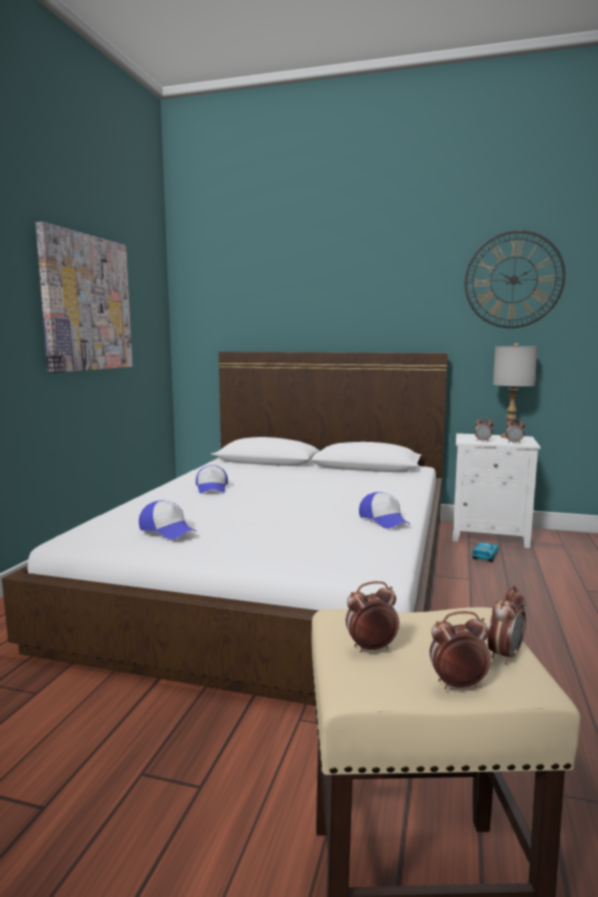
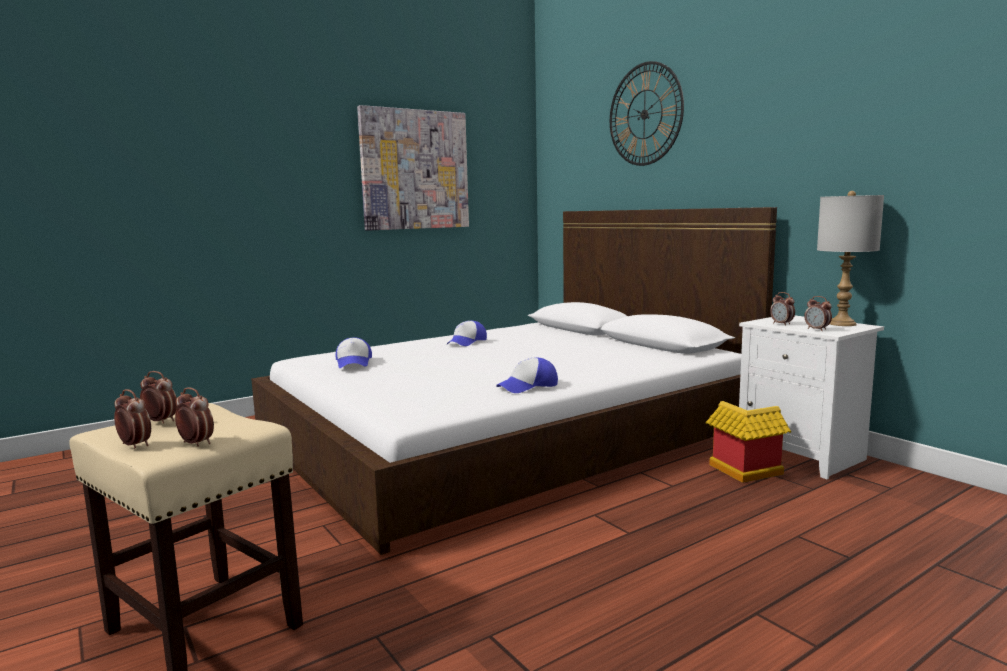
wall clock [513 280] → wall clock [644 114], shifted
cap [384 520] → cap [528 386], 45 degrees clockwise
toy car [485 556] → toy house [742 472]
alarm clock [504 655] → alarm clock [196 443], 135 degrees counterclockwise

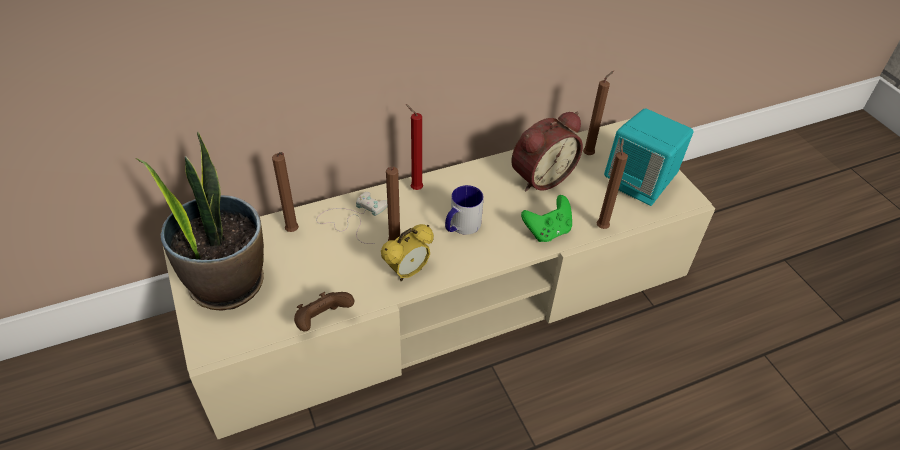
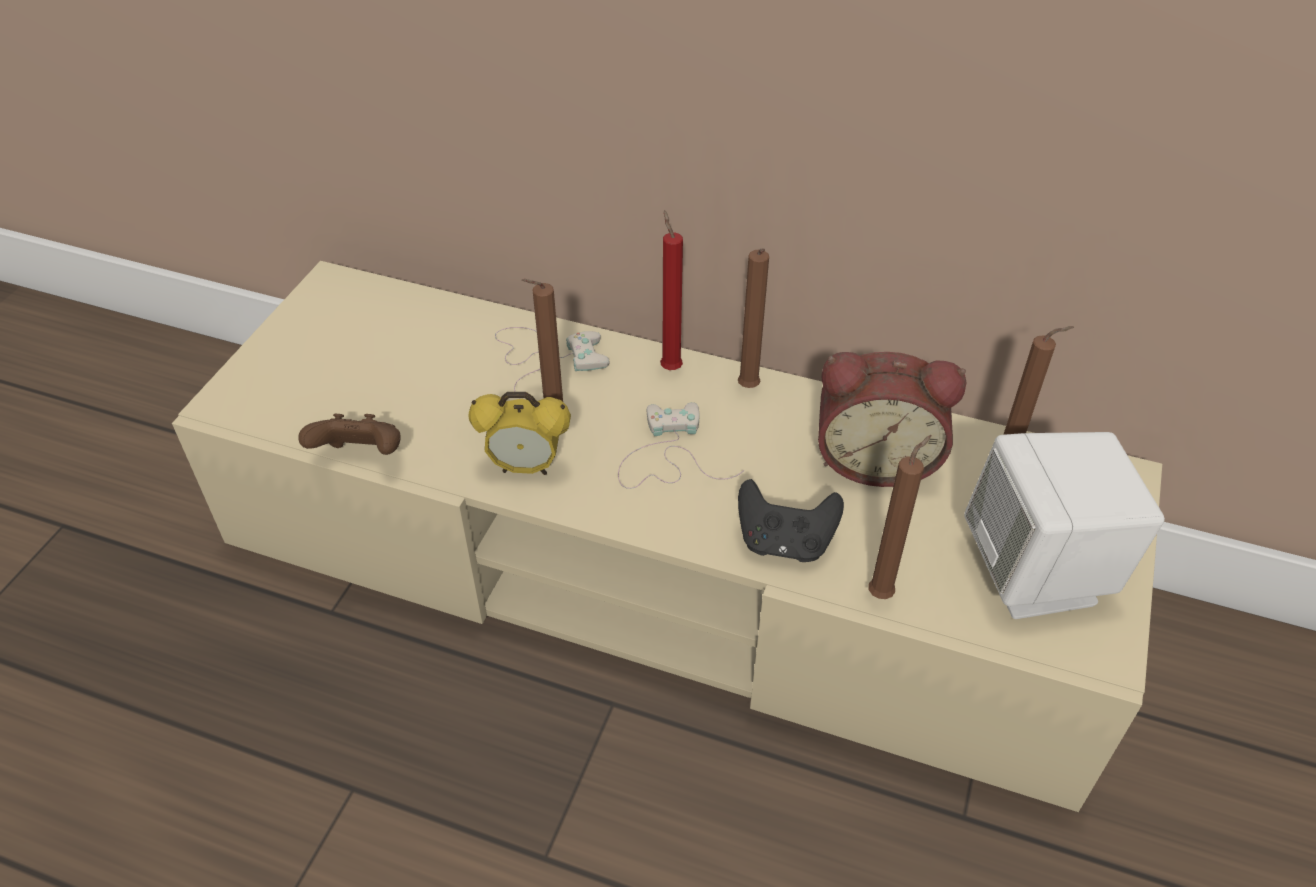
speaker in turquoise [639 184] → speaker in white [1038 573]
potted plant [227 282] → -
candle in brown [293 232] → candle in brown [748 390], shifted
mug [461 226] → game controller in white [668 455]
game controller in green [547 231] → game controller in black [784 542]

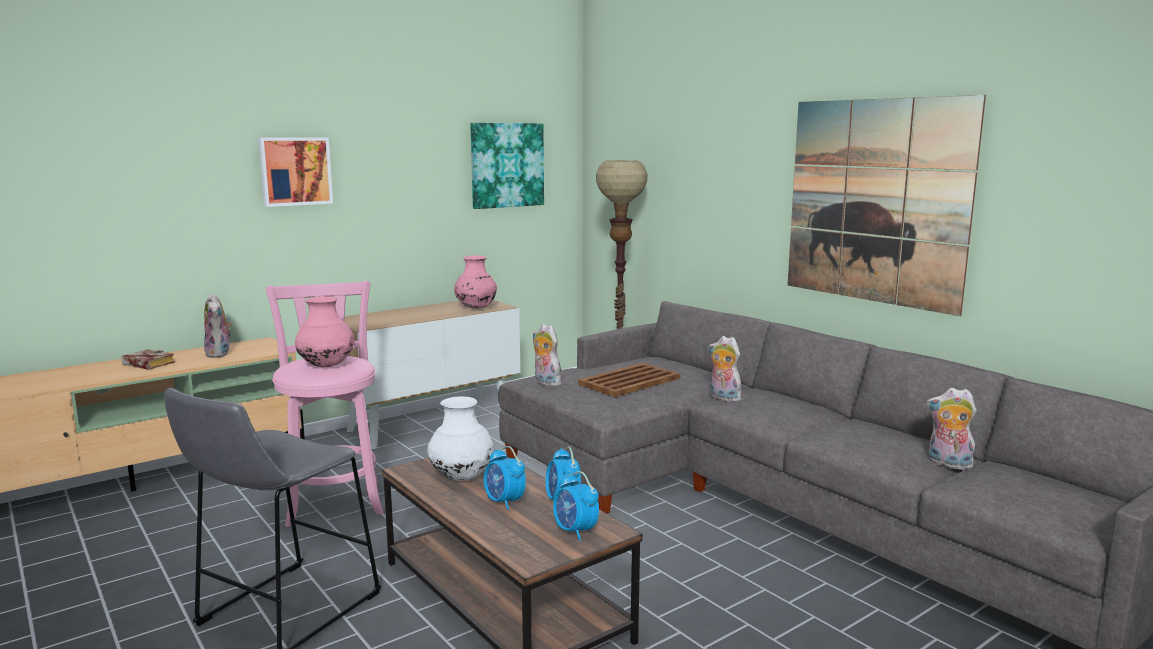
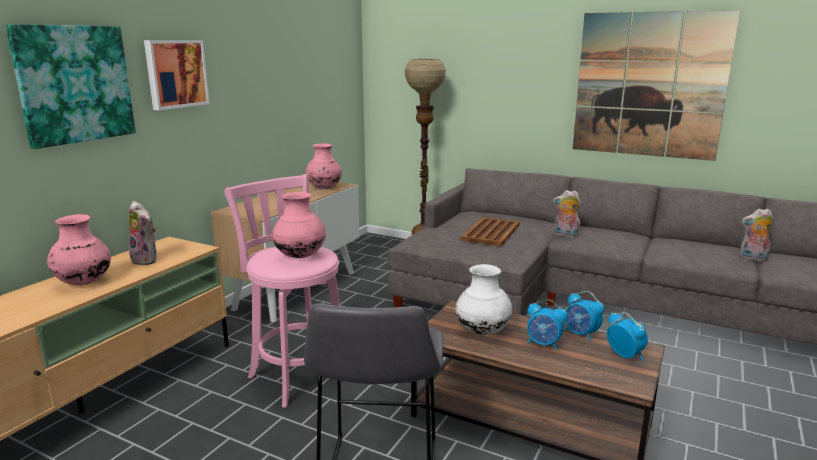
picture [506 165] → picture [74 84], shifted
plush toy [545 383] → -
book [146 364] → vase in pink [83 282]
alarm clock [575 531] → alarm clock [625 355], 150 degrees counterclockwise

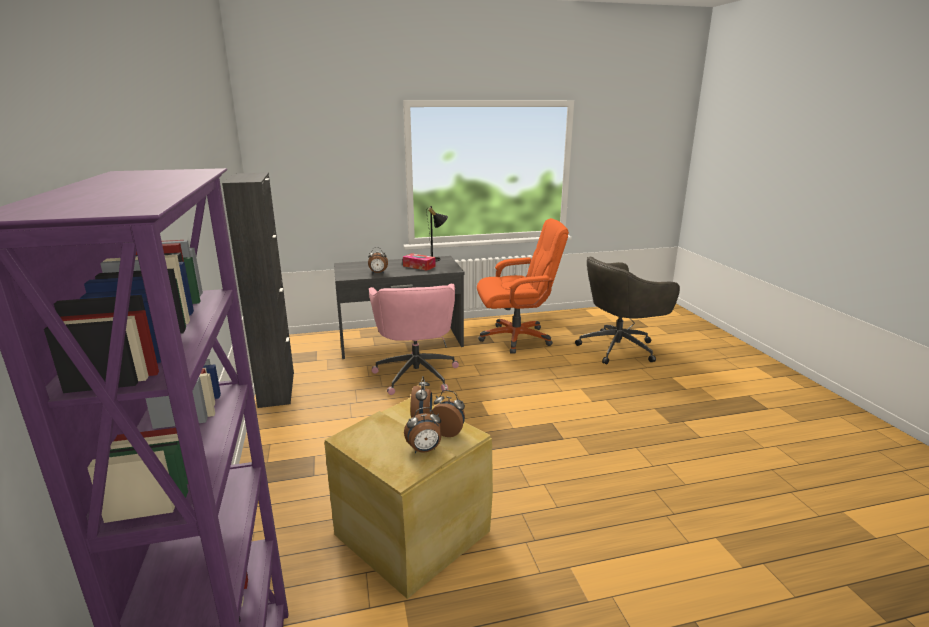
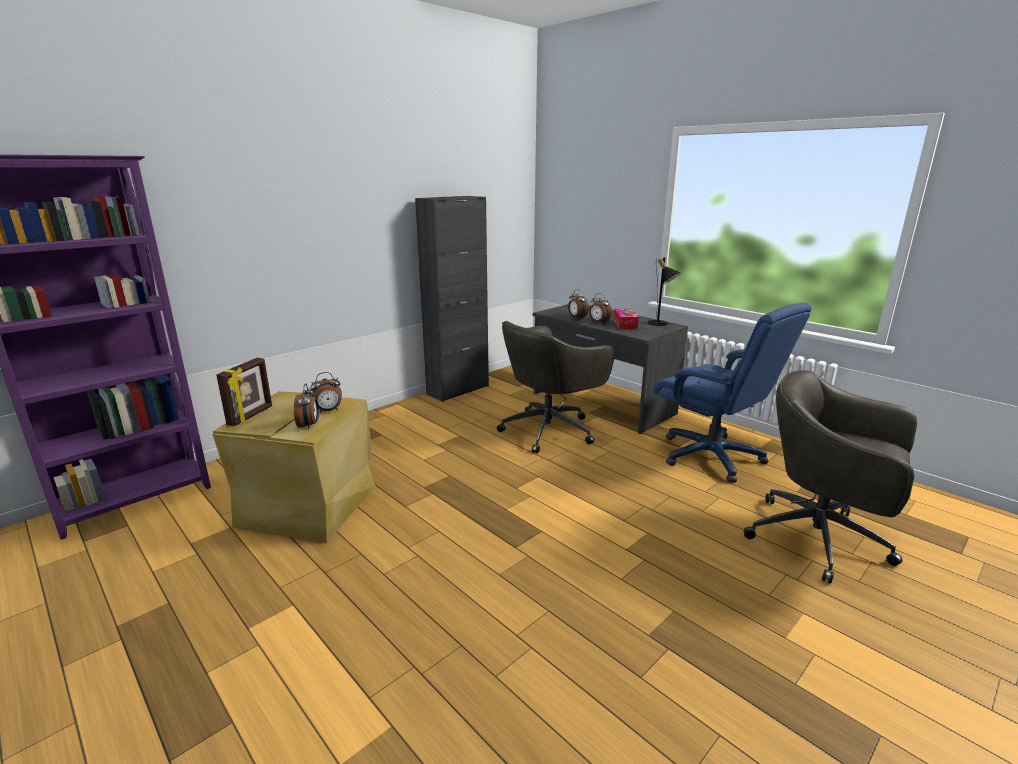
office chair in orange [516 338] → office chair in blue [712 456]
office chair in pink [416 374] → office chair in grey [550 430]
alarm clock [424 450] → alarm clock [598 322], shifted
- → picture frame [251 416]

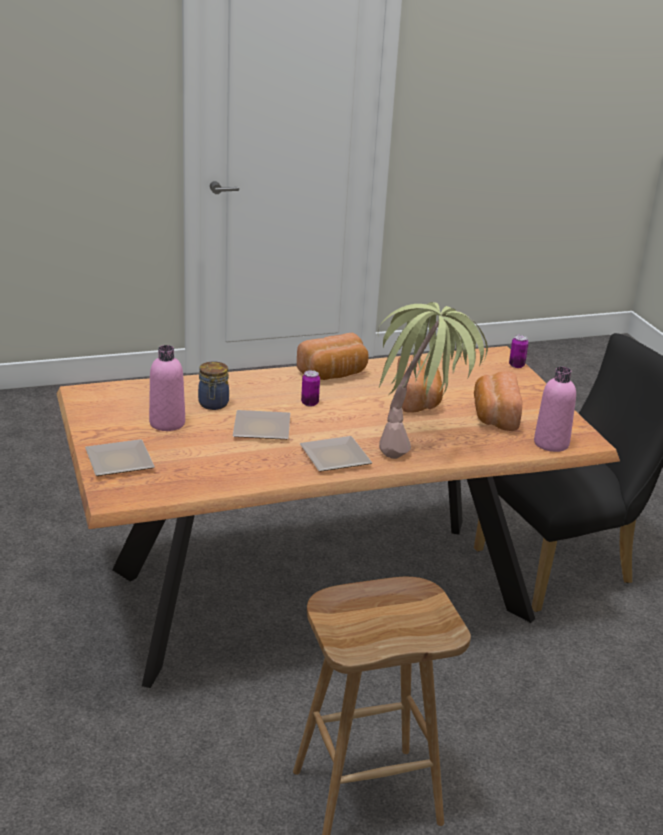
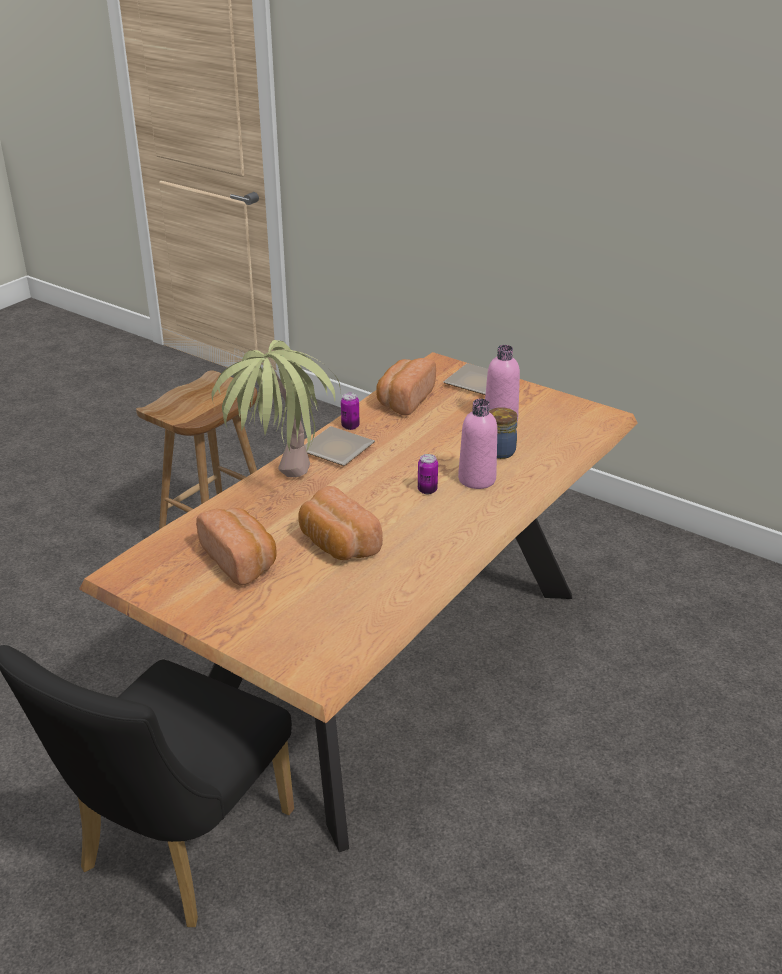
bread [334 374] → bread [404 400], shifted
can [516 365] → can [350 426], shifted
bottle in pink [551 443] → bottle in pink [477 479], shifted
plate [263 429] → -

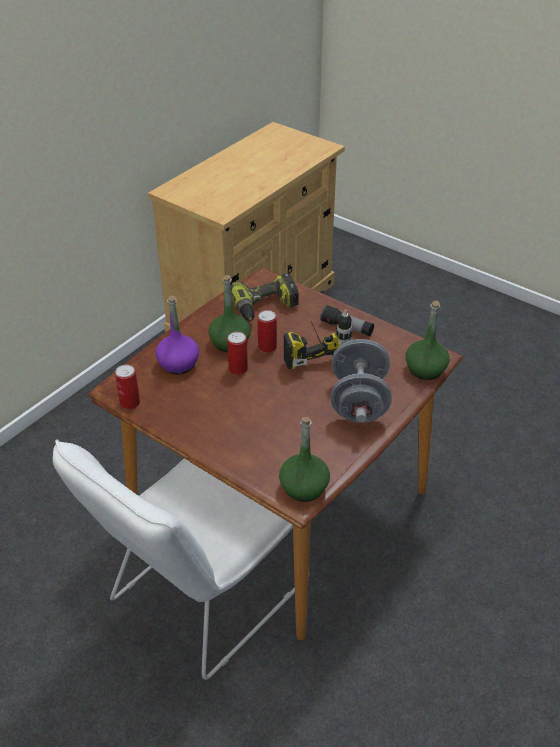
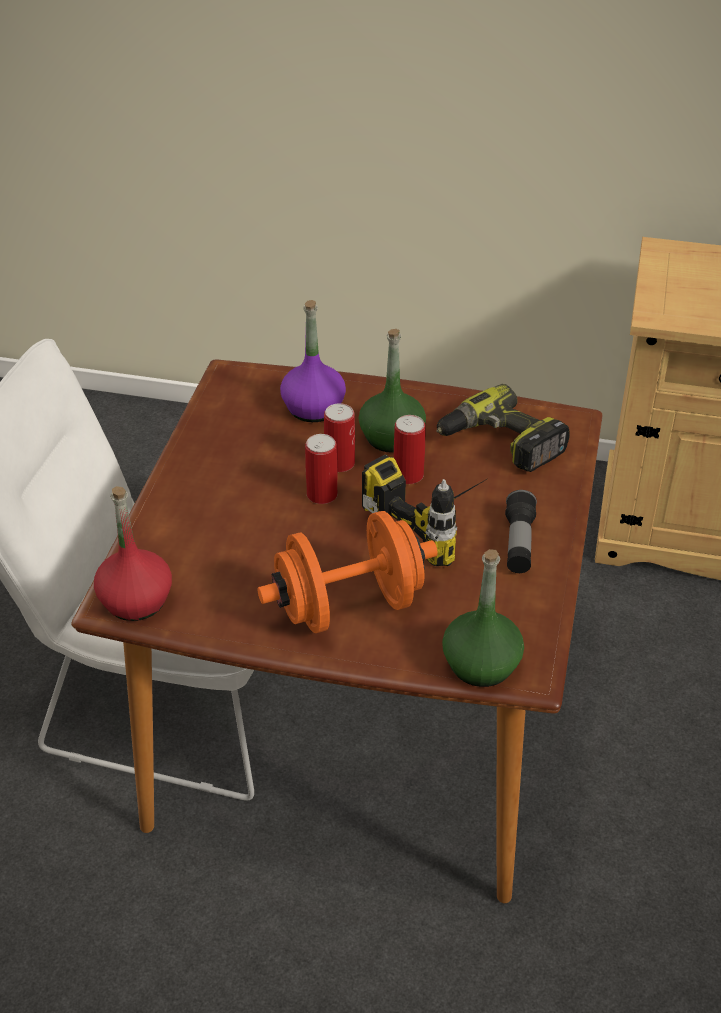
dumbbell in grey [359 401] → dumbbell in orange [349 606]
can [130 403] → can [322 494], shifted
bottle in green [304 487] → bottle in red [136 600]

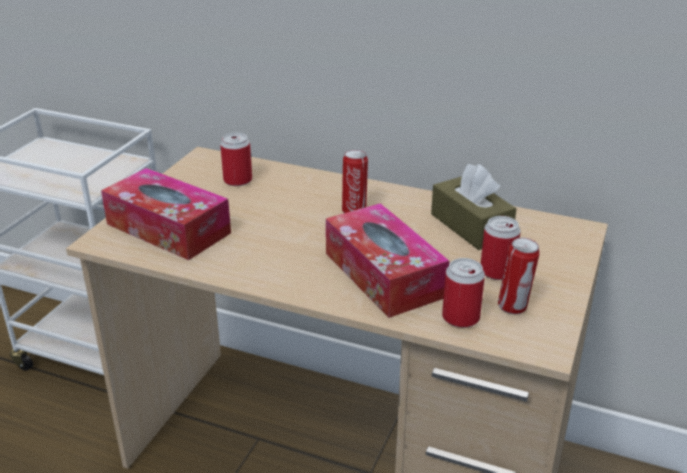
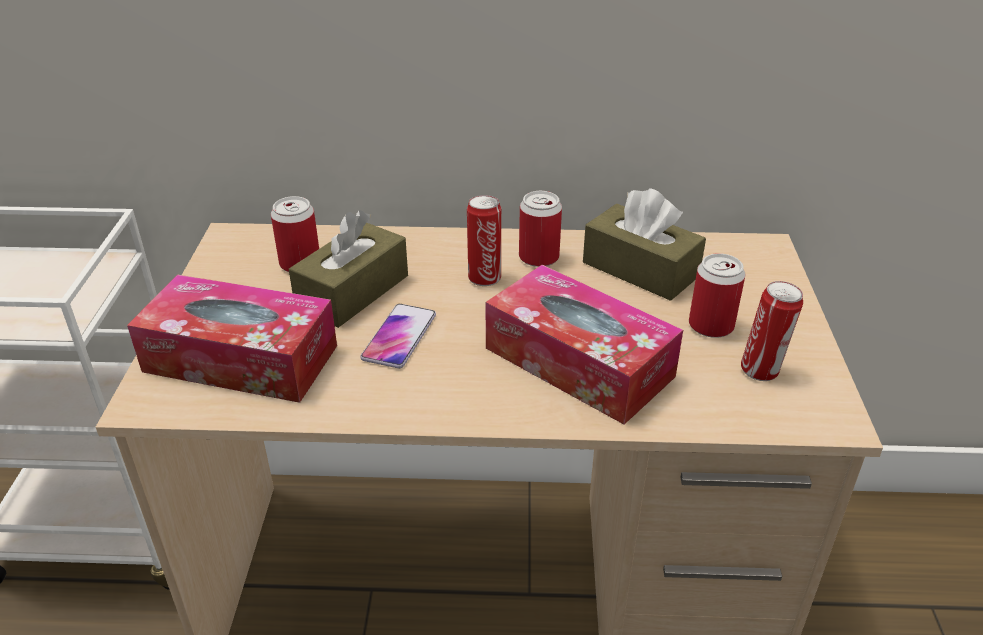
can [460 317] → can [539 257], shifted
- → tissue box in brown [353 292]
- → phone [399 337]

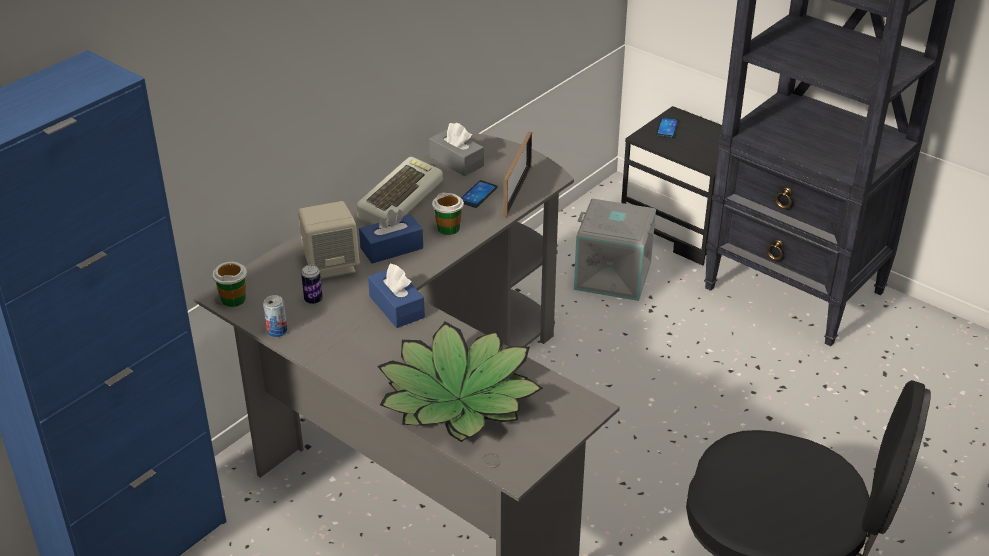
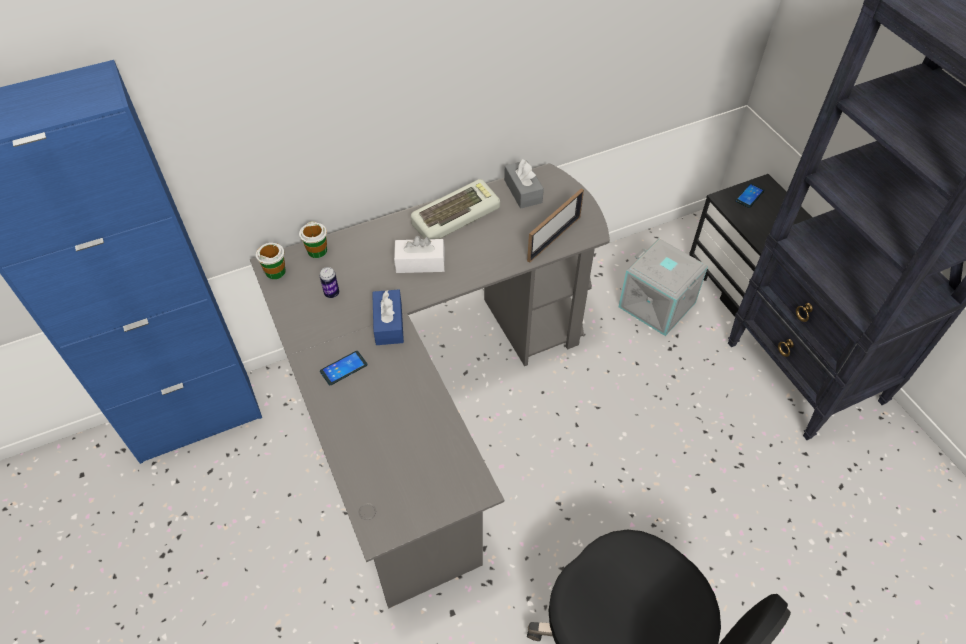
phone [478 194] → phone [343 368], shifted
cup [448 228] → cup [317 251], shifted
speaker in beige [331 265] → -
tissue box in blue [391 248] → tissue box in white [420 263]
can [277 331] → -
potted plant [459 398] → -

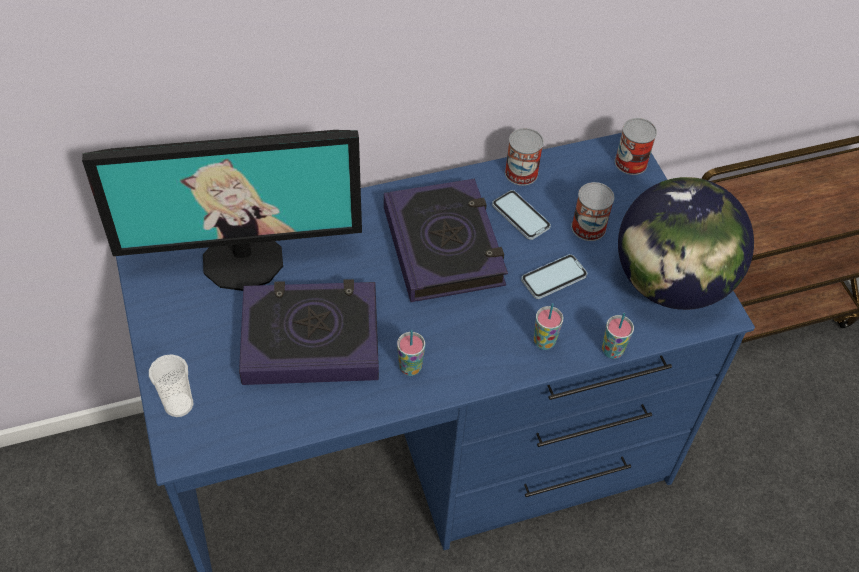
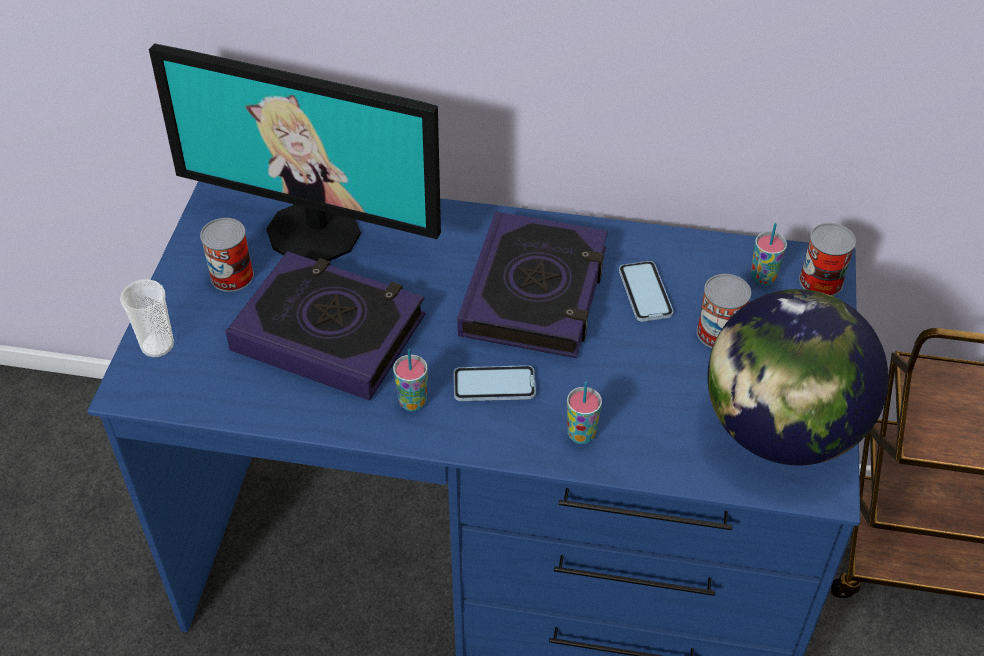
can [521 173] → can [232 276], shifted
phone [553 278] → phone [494 385], shifted
cup [612 351] → cup [763 278], shifted

